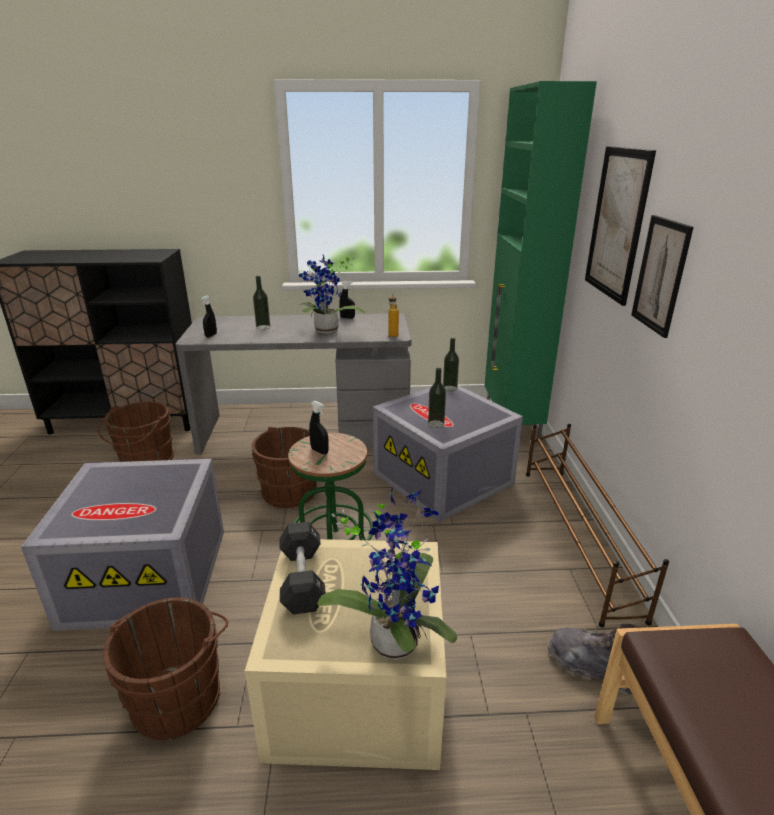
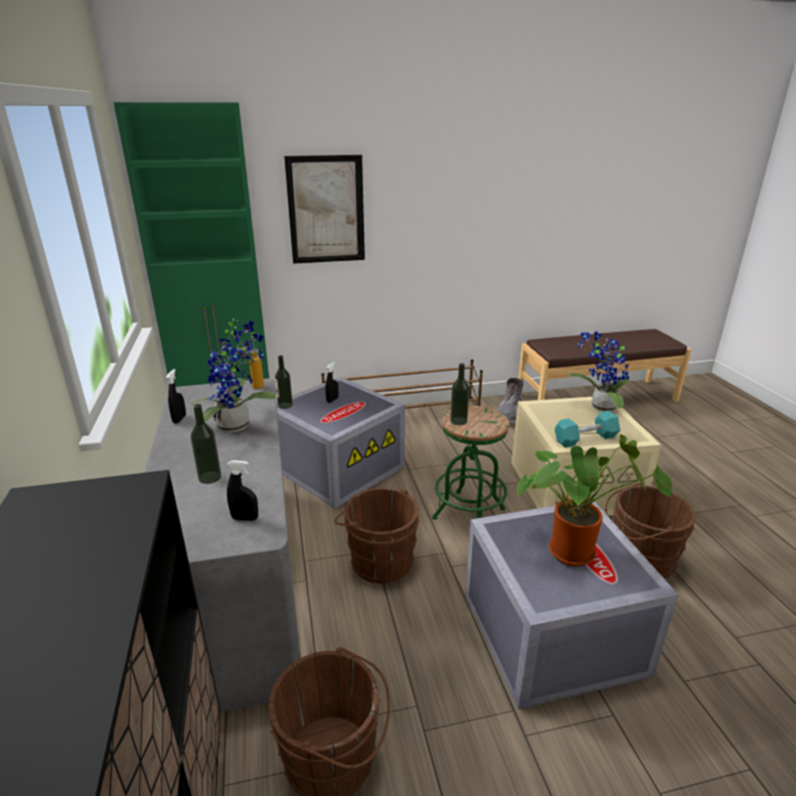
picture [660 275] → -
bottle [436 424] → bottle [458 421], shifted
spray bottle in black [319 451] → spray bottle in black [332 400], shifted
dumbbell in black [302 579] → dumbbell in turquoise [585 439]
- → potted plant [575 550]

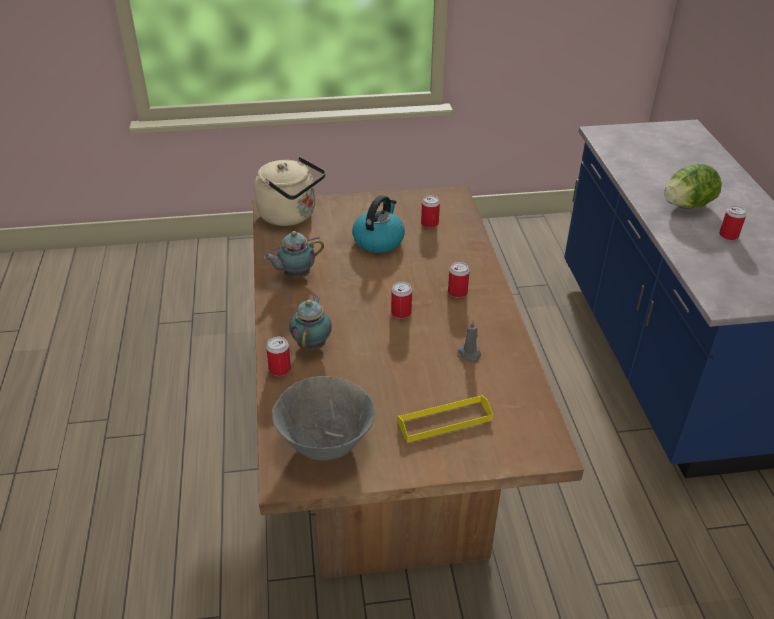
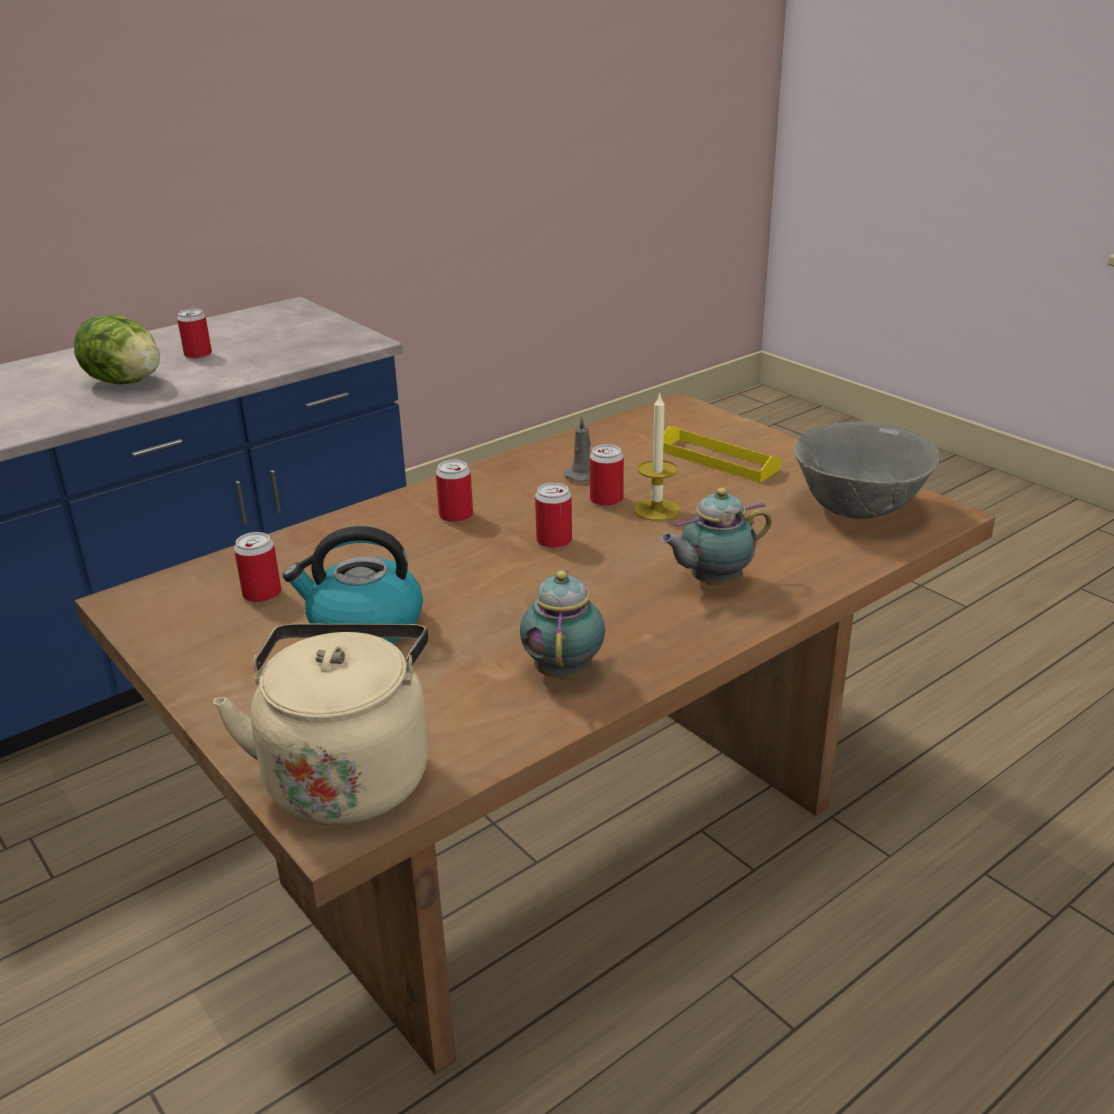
teapot [295 275] → teapot [564 670], 120 degrees counterclockwise
can [280 369] → can [606 500], shifted
- → candle [656 509]

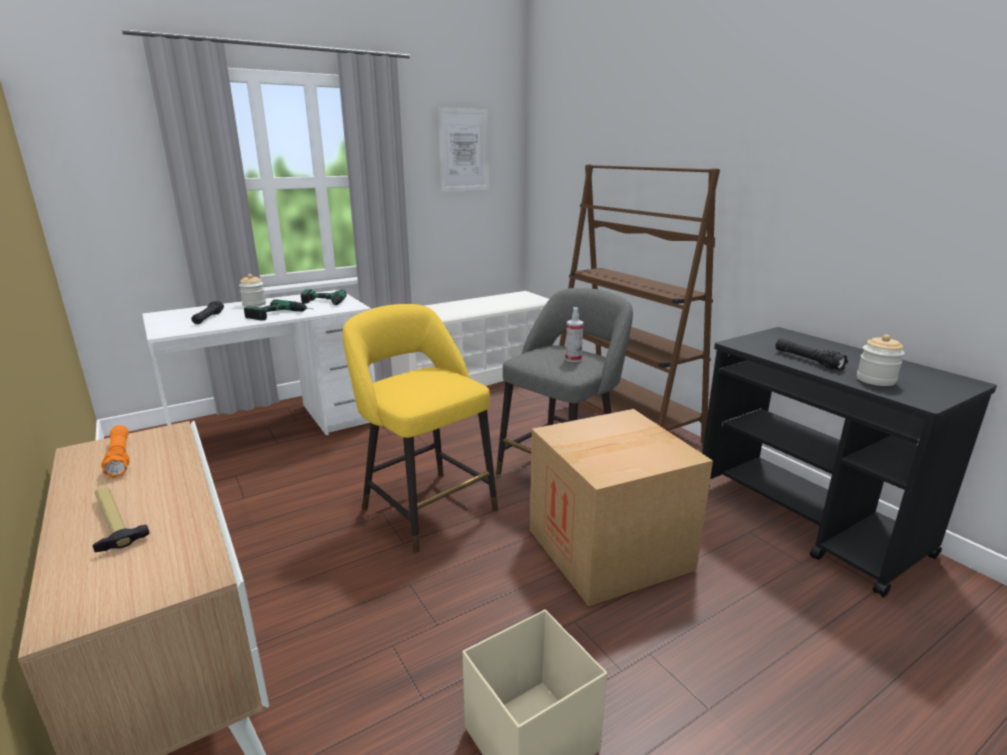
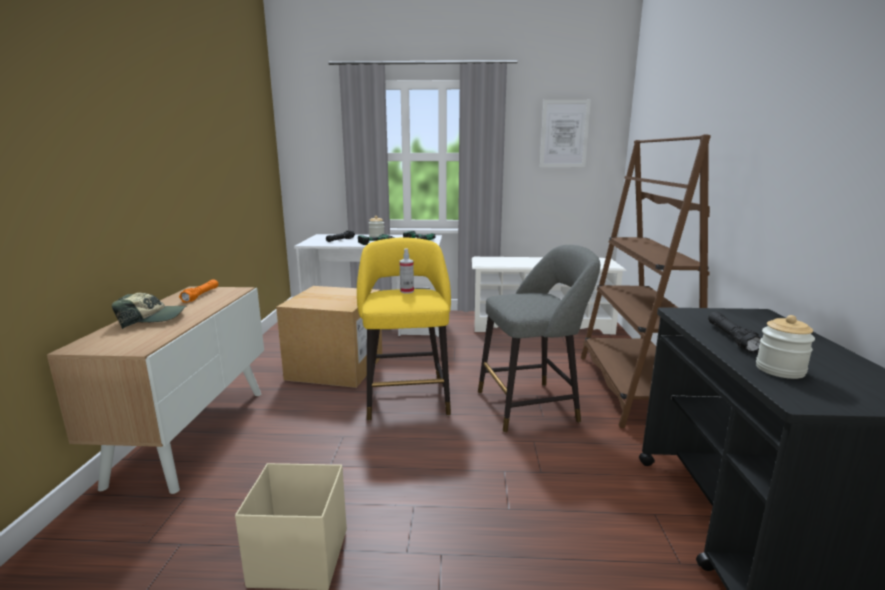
spray bottle [573 359] → spray bottle [407 291], shifted
cardboard box [608 549] → cardboard box [335 367], shifted
hammer [113 522] → cap [153 319]

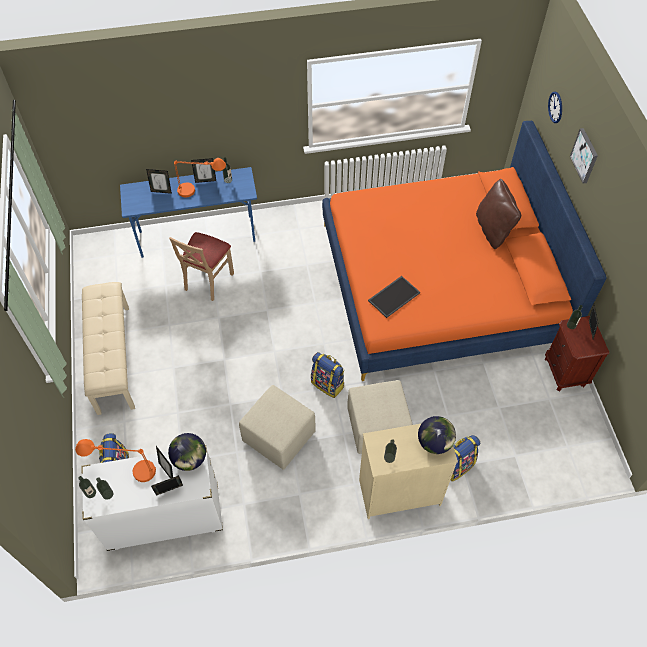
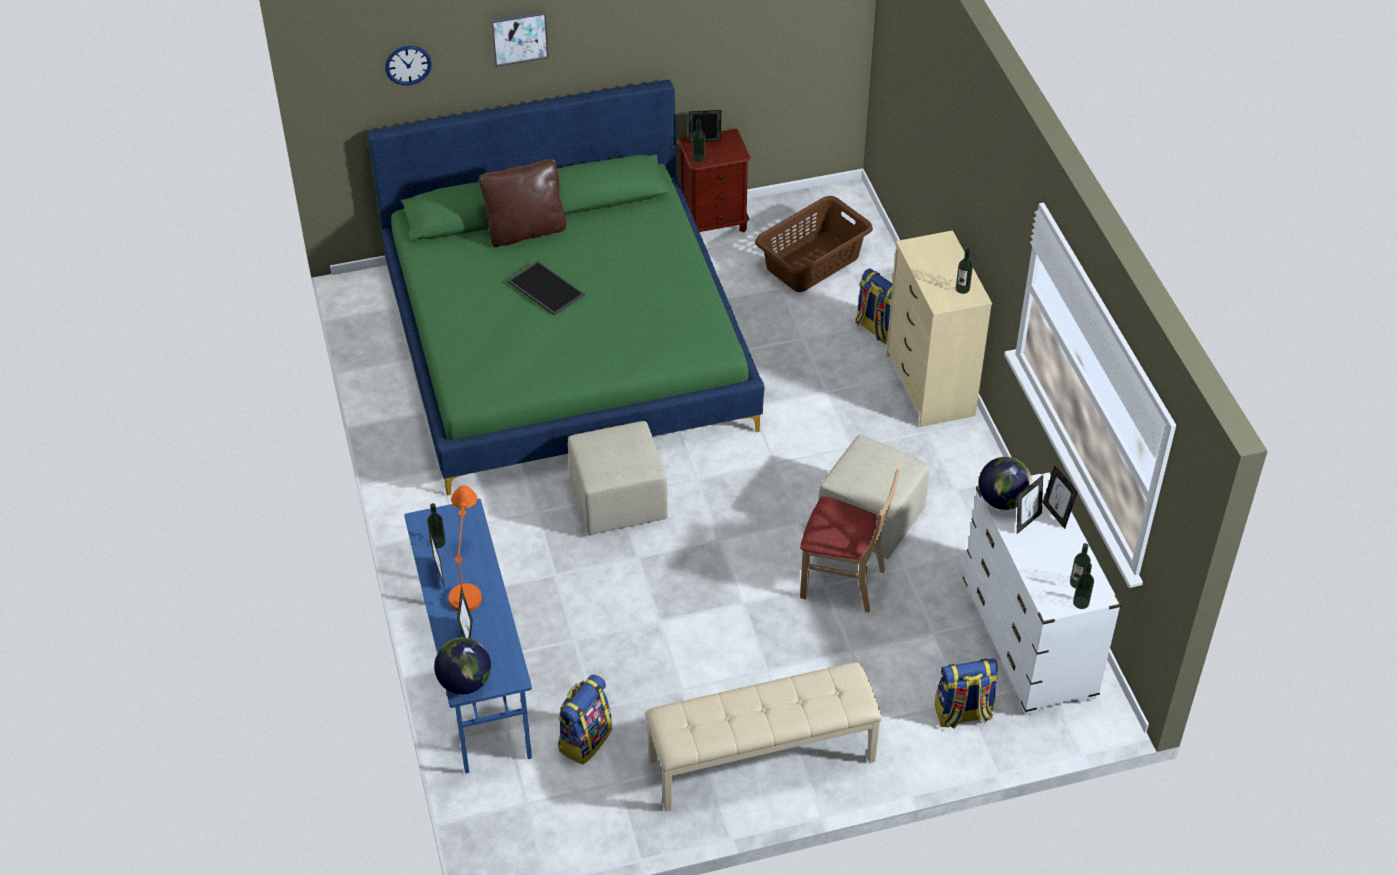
bed in orange [441 283] → bed in green [567 346]
chair in beige [208 280] → chair in beige [843 582], shifted
tray [394 296] → tray [544 289], shifted
backpack [328 384] → backpack [584 739], shifted
ottoman in beige [378 427] → ottoman in beige [619 500], shifted
globe [434 443] → globe [465 682], shifted
table lamp in orange [124 470] → -
- → laundry basket in brown [813 262]

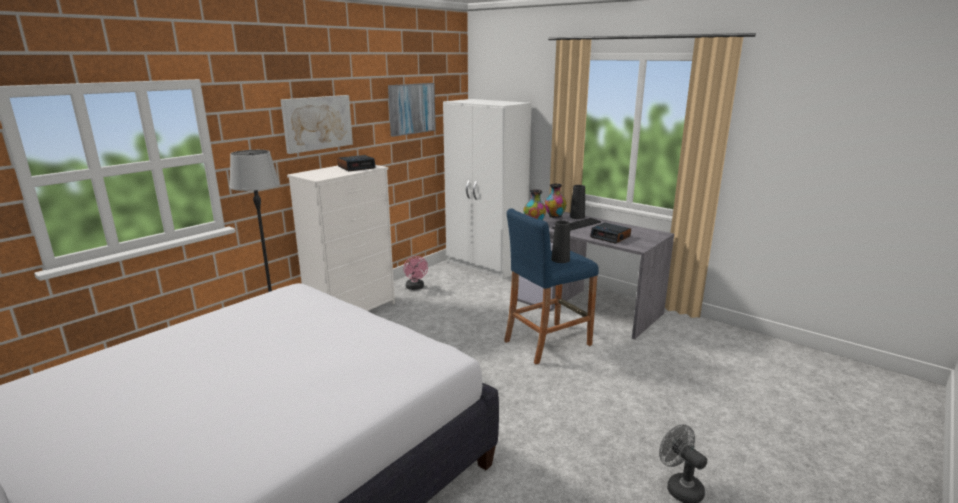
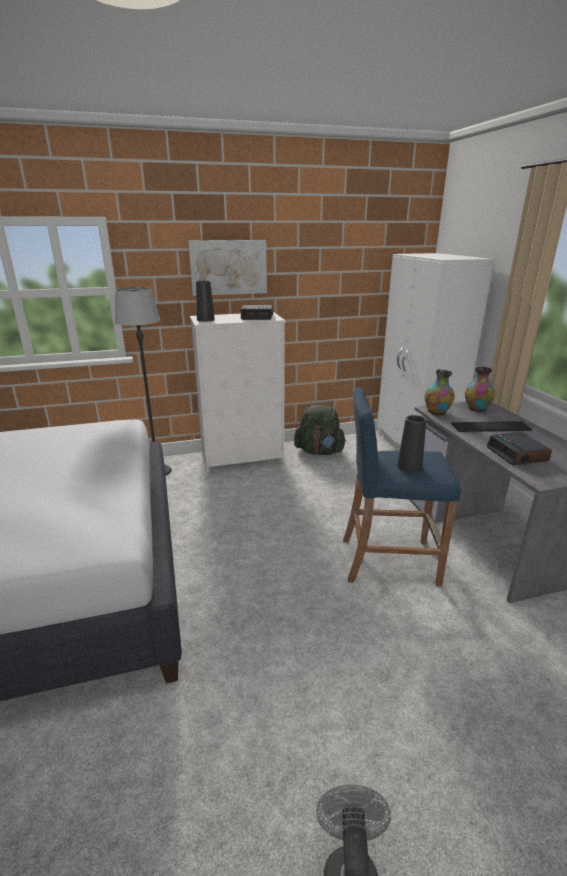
picture [411 108] → -
vase in black [577 217] → vase in black [205 320], shifted
fan in pink [415 288] → backpack in green [319 451]

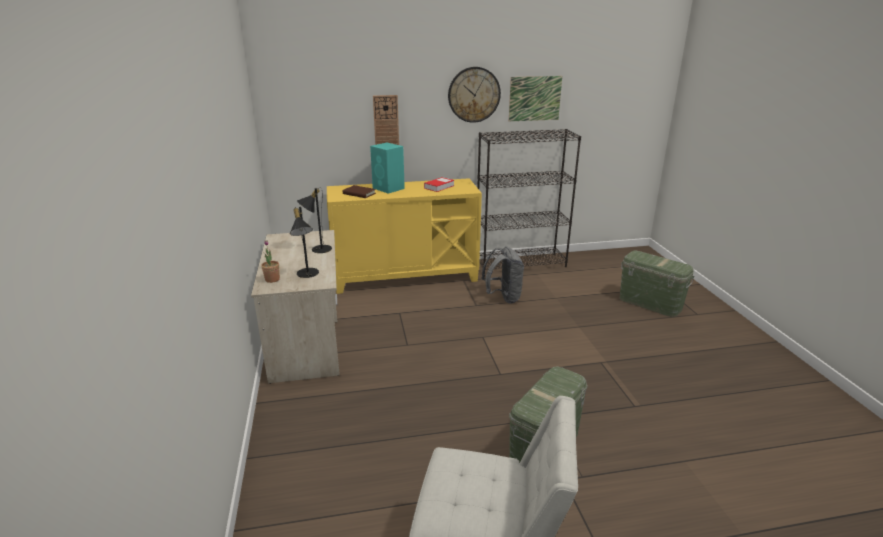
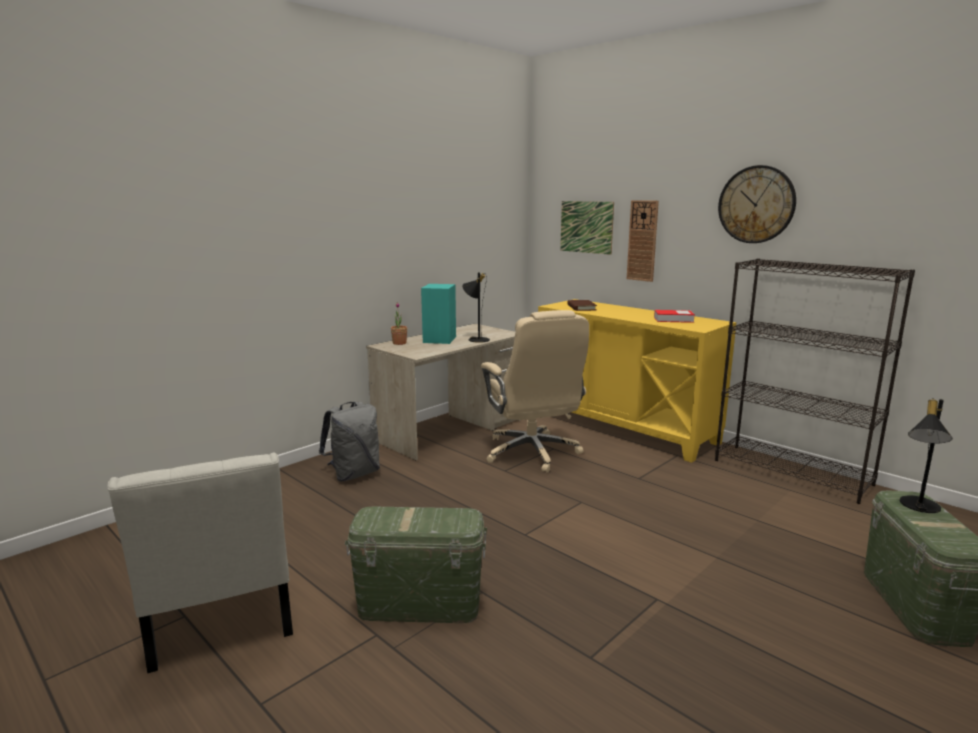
picture [535 98] → picture [586 227], shifted
speaker in turquoise [389 188] → speaker in turquoise [439 340], shifted
table lamp in black [307 275] → table lamp in black [917 507], shifted
backpack in grey [503 297] → backpack in grey [354 474], shifted
- → office chair in beige [532 453]

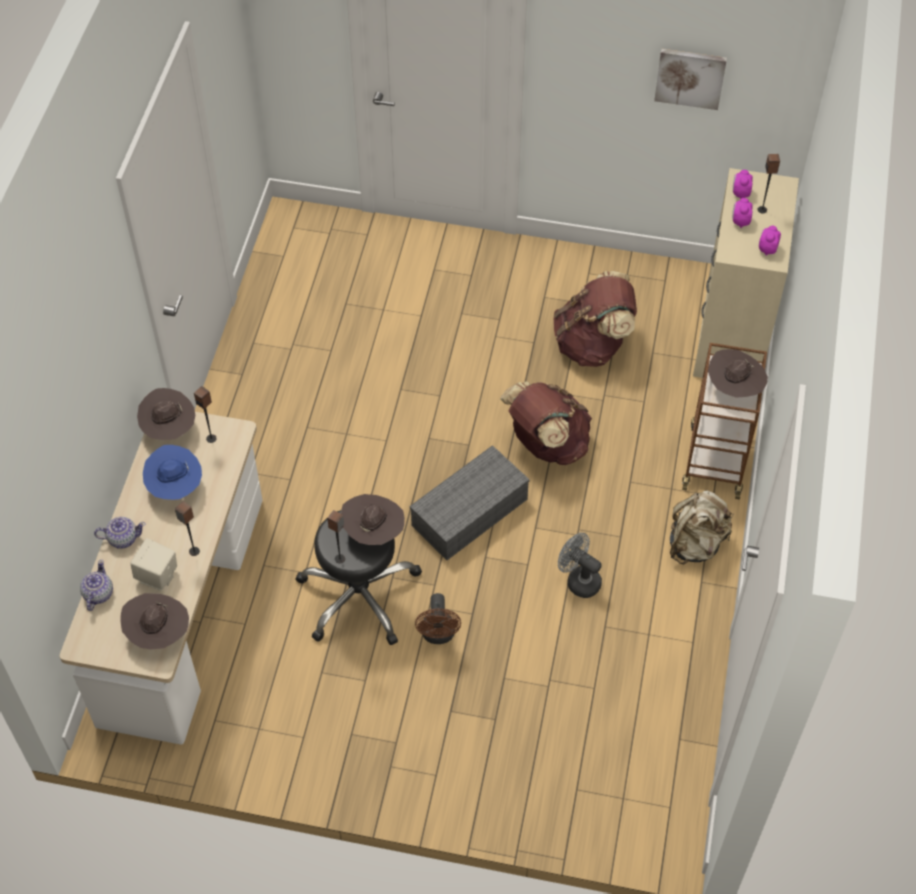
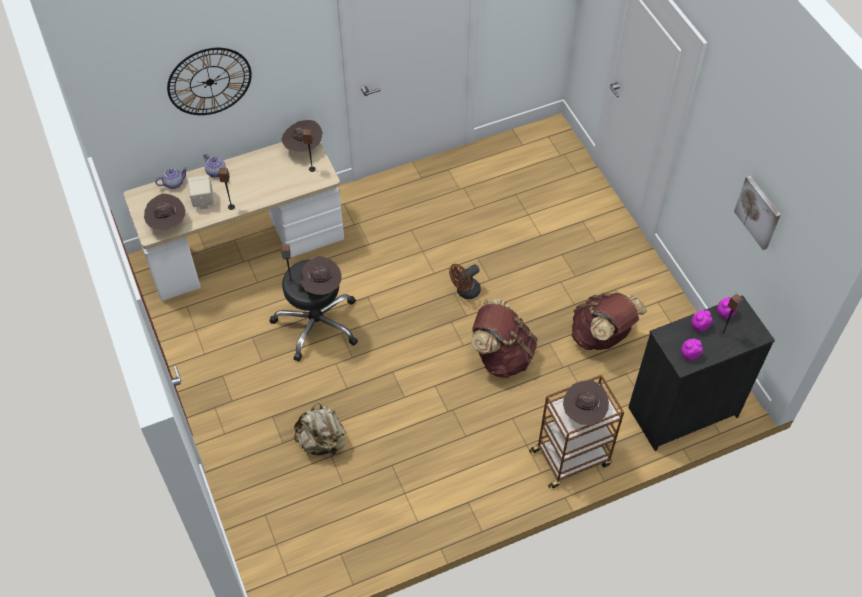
dresser in beige [731 336] → dresser in black [682 411]
hat in blue [175 487] → -
storage box in grey [469 514] → -
backpack in beige [695 544] → backpack in beige [322 442], shifted
fan in grey [579 580] → -
fan in brown [438 635] → fan in brown [465 292], shifted
- → wall clock [209 81]

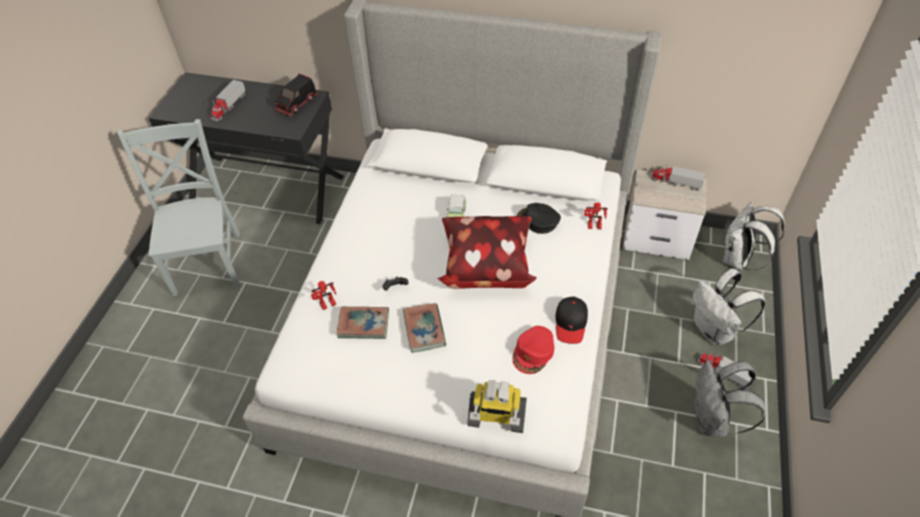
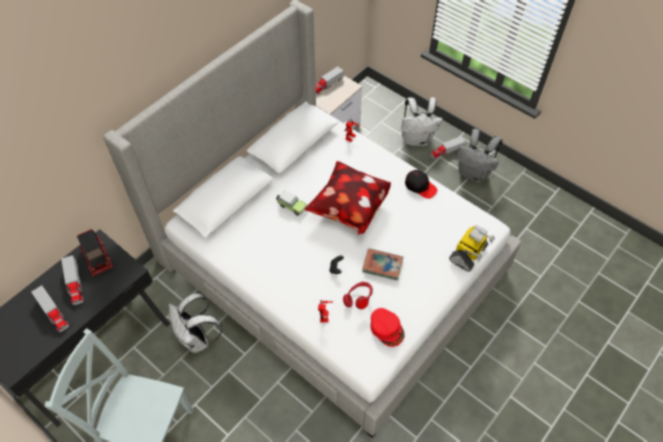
backpack in white [738 260] → backpack in white [197 339], shifted
cap in black [537 221] → -
book [363 324] → headphones in red [358 299]
cap in red [533 352] → cap in red [387 328], shifted
- → toy truck [75 283]

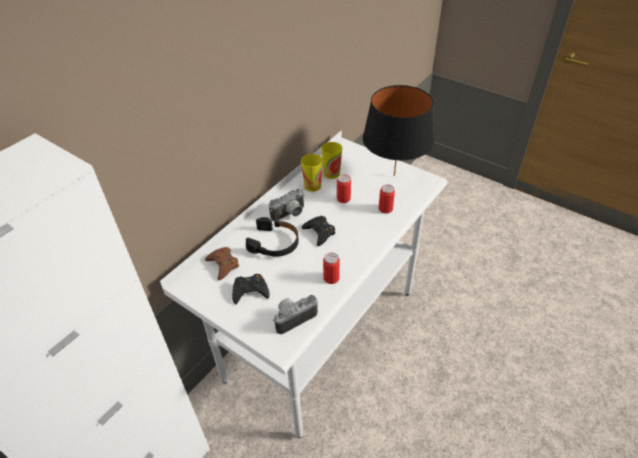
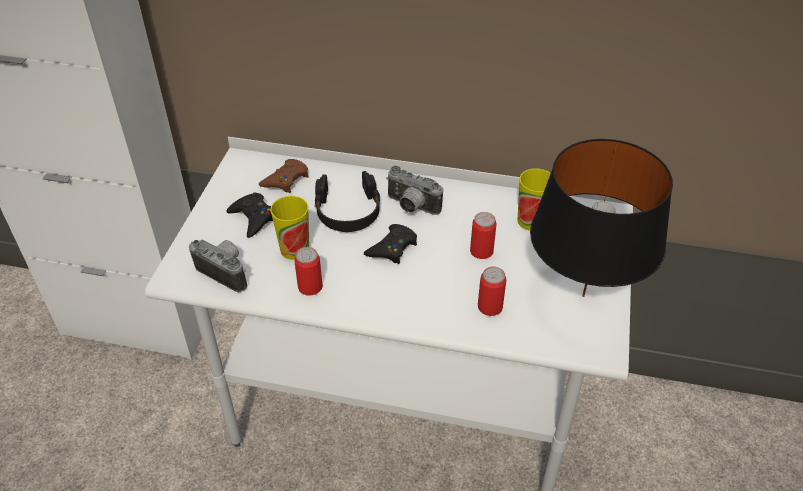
cup [312 186] → cup [294 249], shifted

